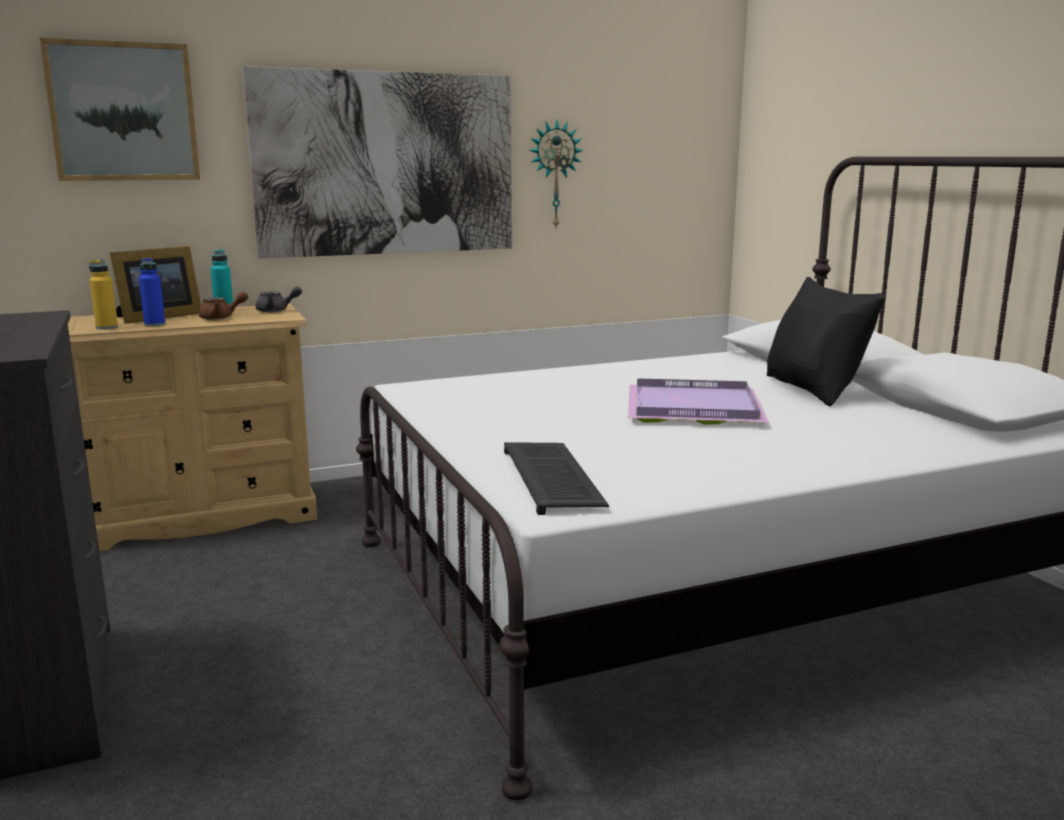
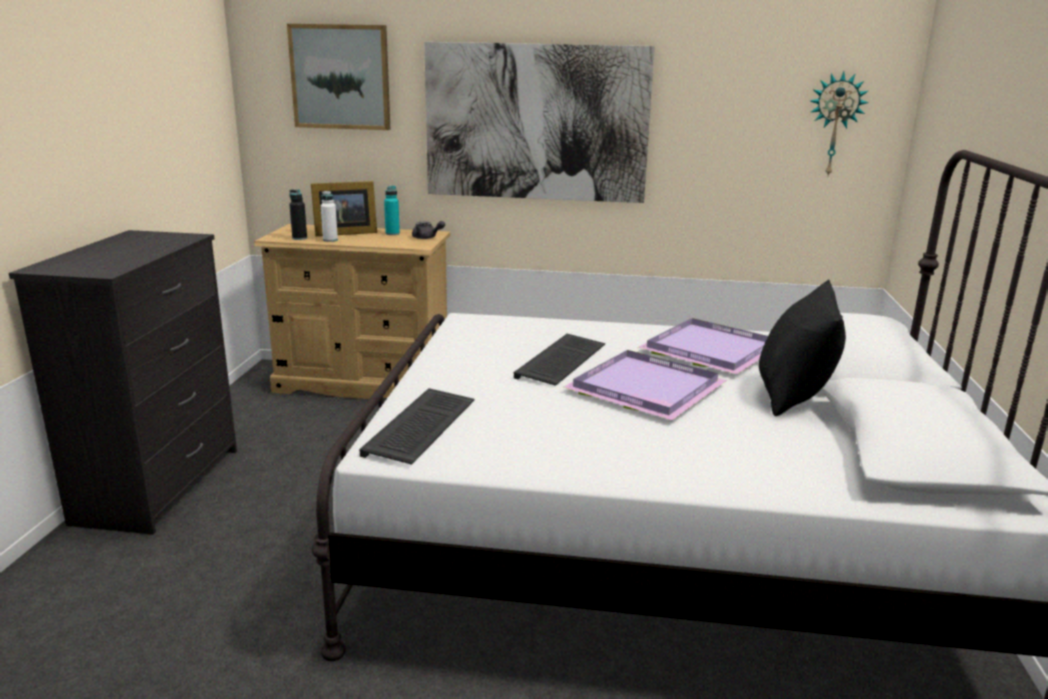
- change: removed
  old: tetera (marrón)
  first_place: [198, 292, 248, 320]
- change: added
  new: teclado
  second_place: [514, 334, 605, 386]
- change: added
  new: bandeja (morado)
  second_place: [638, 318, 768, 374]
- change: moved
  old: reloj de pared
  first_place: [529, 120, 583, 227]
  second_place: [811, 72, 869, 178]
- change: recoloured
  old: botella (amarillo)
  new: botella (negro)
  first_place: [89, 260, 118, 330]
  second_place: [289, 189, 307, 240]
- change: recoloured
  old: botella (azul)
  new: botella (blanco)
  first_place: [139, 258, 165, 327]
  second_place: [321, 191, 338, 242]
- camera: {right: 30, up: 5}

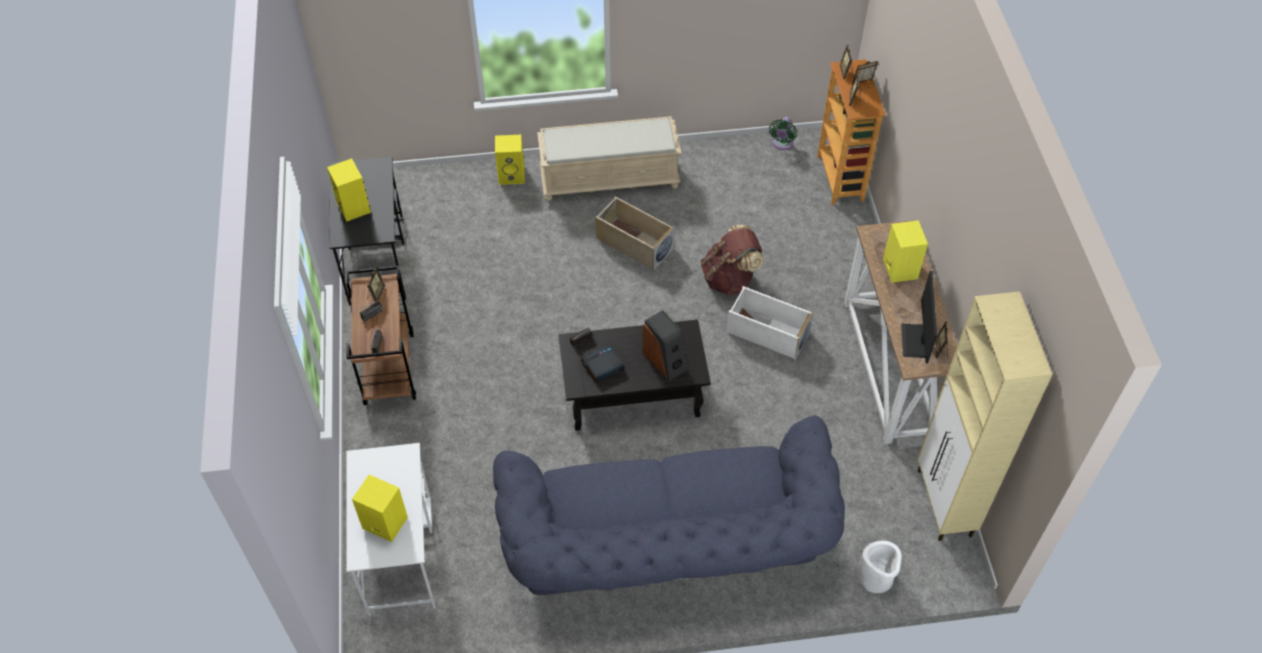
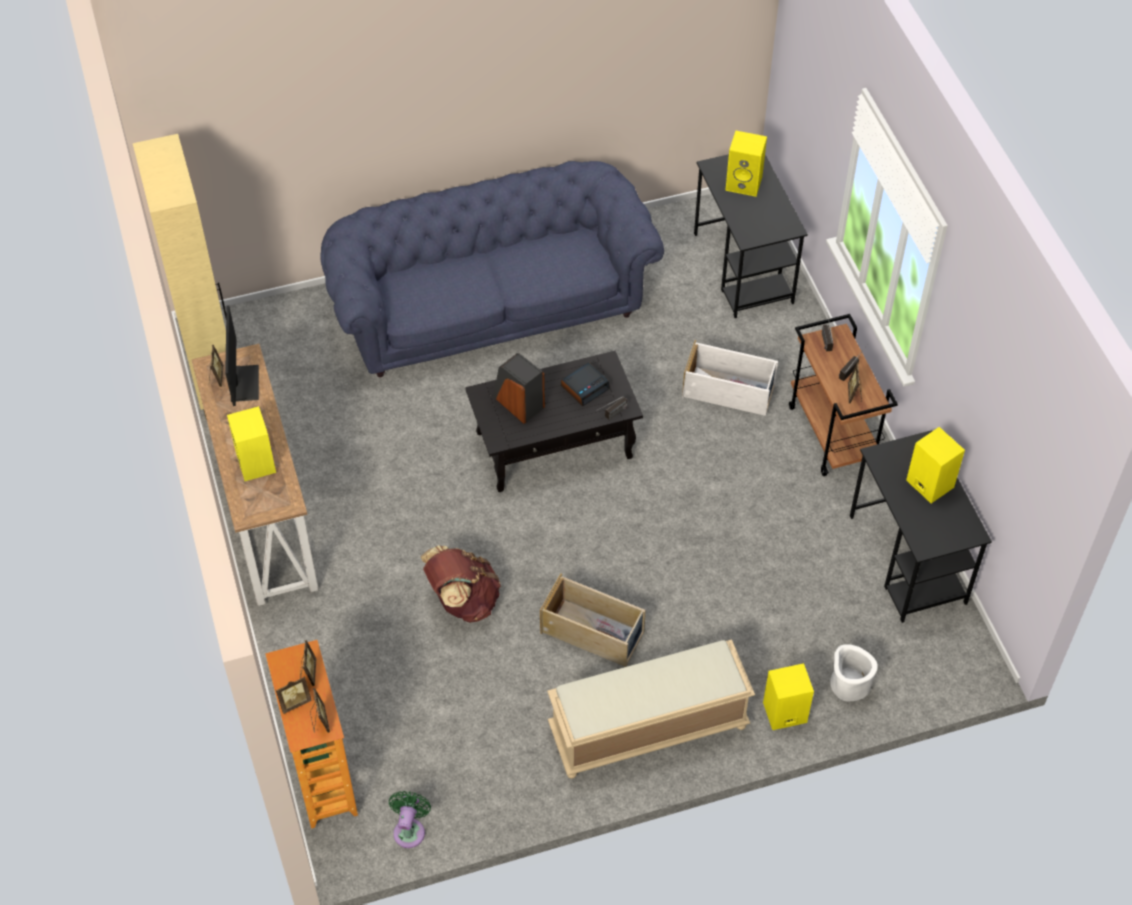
- change: moved
  old: caja de almacenaje (blanco)
  first_place: [726, 286, 814, 361]
  second_place: [682, 340, 778, 416]
- change: moved
  old: maceta (blanco)
  first_place: [858, 541, 902, 593]
  second_place: [830, 644, 878, 702]
- change: recoloured
  old: escritorio (blanco)
  new: escritorio (negro)
  first_place: [346, 443, 436, 616]
  second_place: [694, 154, 808, 318]
- camera: {right: 170, up: 0}

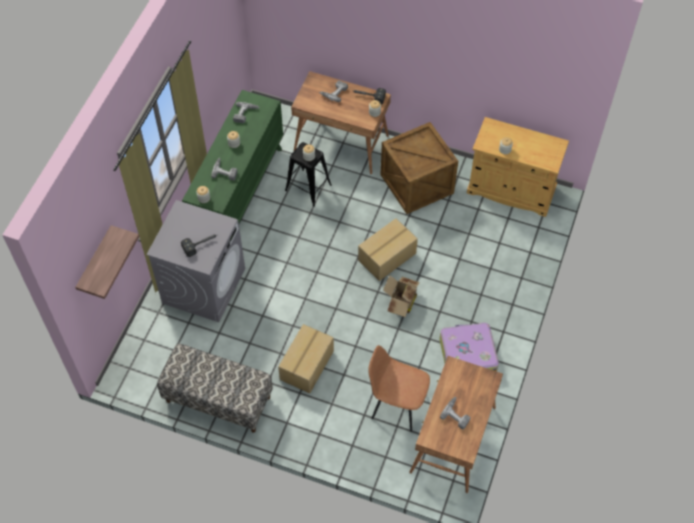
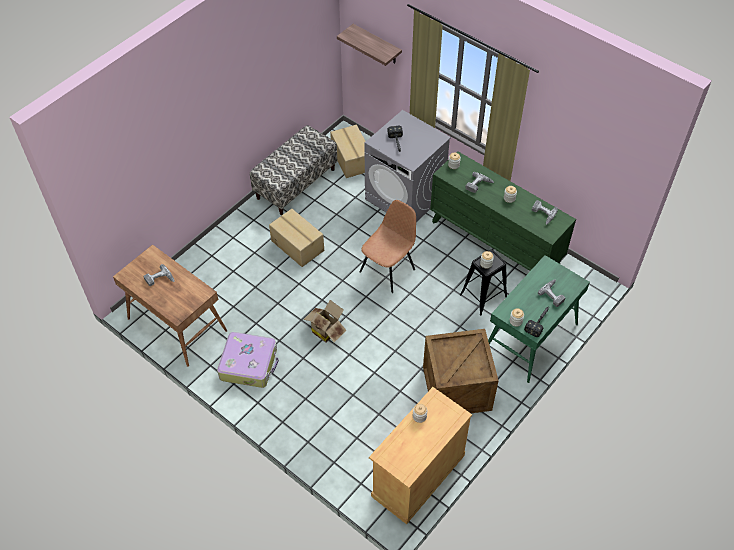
- change: moved
  old: caja de cartón
  first_place: [358, 218, 418, 281]
  second_place: [330, 125, 366, 178]
- change: moved
  old: silla (marrón)
  first_place: [368, 345, 430, 432]
  second_place: [360, 200, 416, 293]
- change: recoloured
  old: escritorio (marrón)
  new: escritorio (verde)
  first_place: [291, 71, 391, 174]
  second_place: [488, 255, 590, 383]
- camera: {right: 110, up: -5}

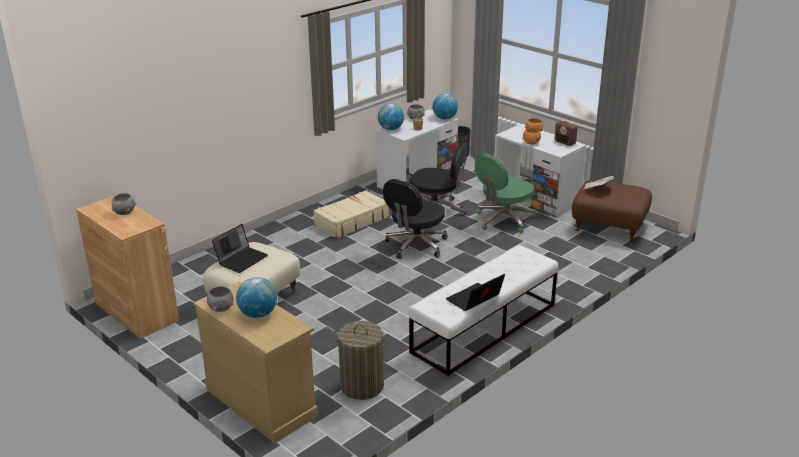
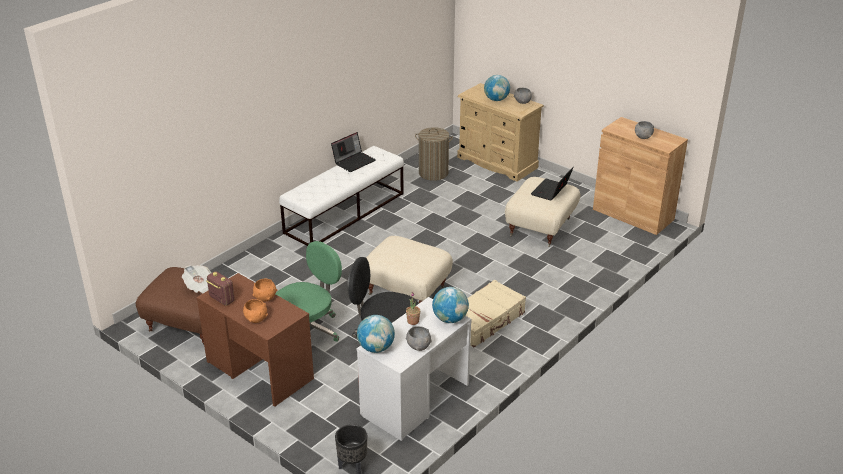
- change: replaced
  old: silla de oficina (negro)
  new: puf (beis)
  first_place: [383, 179, 448, 259]
  second_place: [366, 236, 453, 303]
- change: recoloured
  old: escritorio (blanco)
  new: escritorio (marrón)
  first_place: [494, 124, 586, 218]
  second_place: [197, 273, 314, 407]
- camera: {right: 175, up: 5}

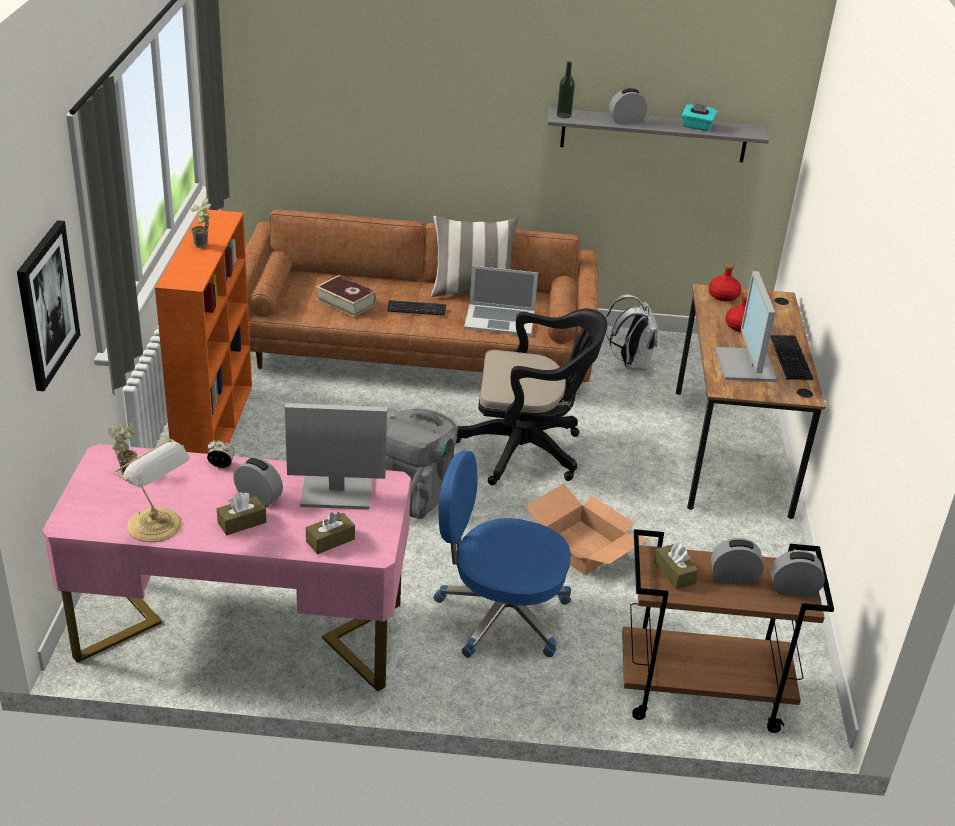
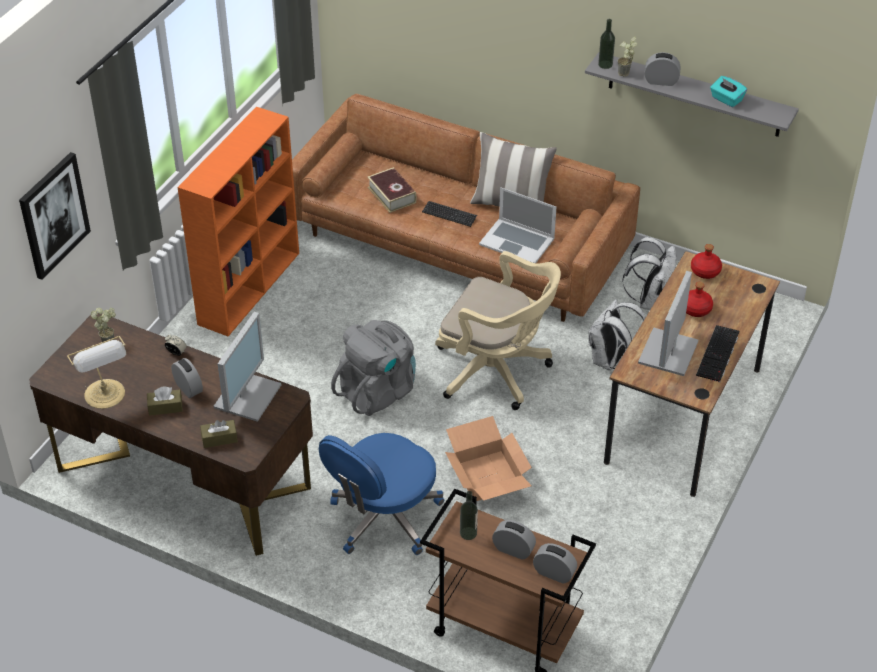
- change: added
  new: mochila (blanco)
  second_place: [588, 299, 645, 370]
- change: moved
  old: planta en maceta
  first_place: [191, 198, 211, 248]
  second_place: [618, 36, 637, 77]
- change: replaced
  old: caja de pañuelos (marrón)
  new: botella
  first_place: [654, 542, 698, 589]
  second_place: [460, 491, 478, 540]
- change: recoloured
  old: escritorio (rosa)
  new: escritorio (marrón)
  first_place: [42, 444, 411, 692]
  second_place: [29, 313, 313, 556]
- change: recoloured
  old: silla de oficina (negro)
  new: silla de oficina (beis)
  first_place: [456, 308, 607, 485]
  second_place: [435, 251, 561, 410]
- change: turned
  old: monitor
  first_place: [285, 403, 387, 509]
  second_place: [213, 312, 281, 422]
  degrees: 90
- change: turned
  old: silla de oficina (azul)
  first_place: [433, 450, 571, 658]
  second_place: [318, 433, 444, 555]
  degrees: -90
- camera: {right: 25, up: 10}

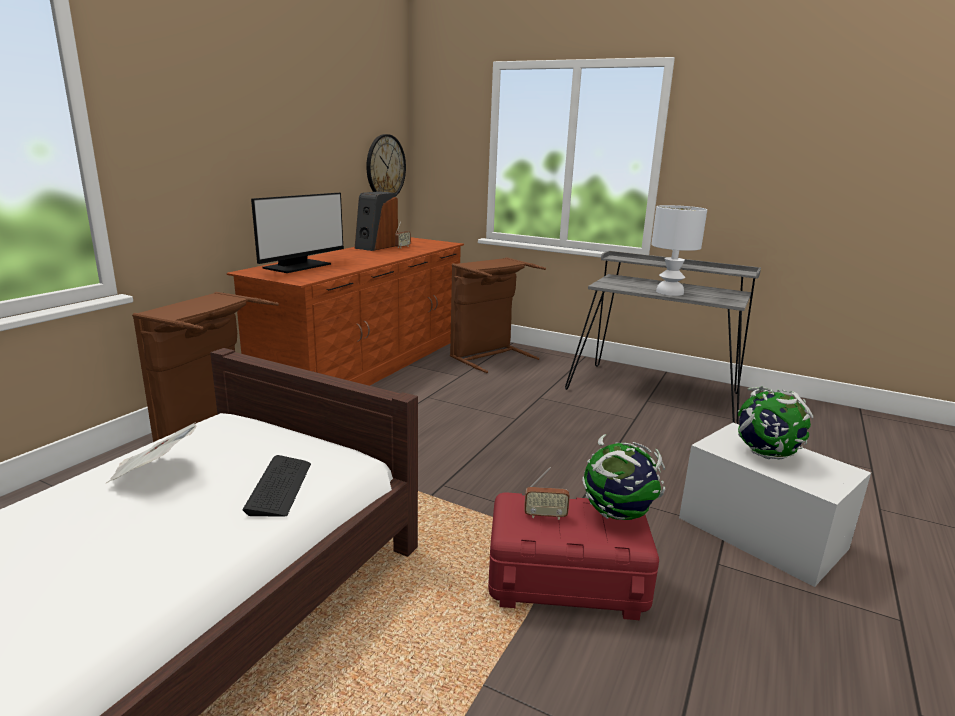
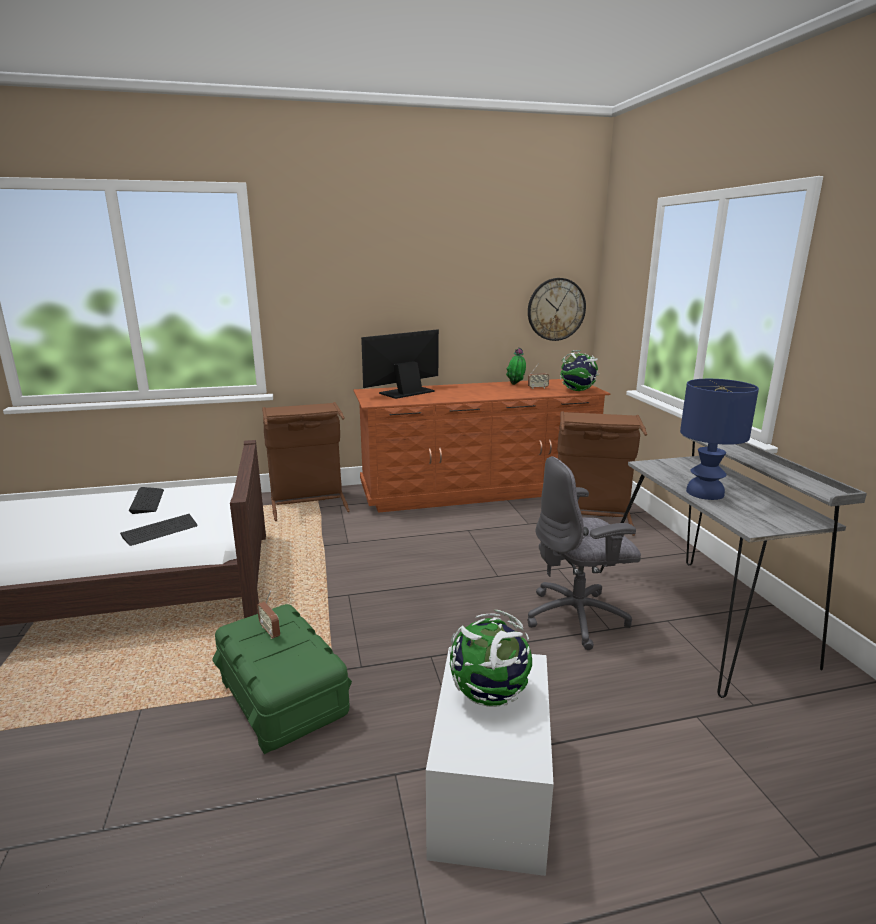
- change: added
  new: silla de oficina (gris)
  second_place: [527, 456, 641, 650]
- change: moved
  old: globo terráqueo
  first_place: [582, 434, 665, 520]
  second_place: [560, 350, 599, 391]
- change: replaced
  old: periódico
  new: teclado
  first_place: [105, 422, 197, 484]
  second_place: [129, 487, 164, 514]
- change: replaced
  old: altavoz
  new: planta en maceta
  first_place: [355, 191, 398, 251]
  second_place: [506, 347, 526, 385]
- change: recoloured
  old: caja de almacenaje (rojo)
  new: caja de almacenaje (verde)
  first_place: [488, 492, 659, 620]
  second_place: [212, 604, 352, 754]
- change: recoloured
  old: lámpara de mesa (blanco)
  new: lámpara de mesa (azul)
  first_place: [651, 205, 707, 296]
  second_place: [680, 379, 759, 500]
- change: turned
  old: monitor
  first_place: [251, 193, 344, 273]
  second_place: [361, 329, 439, 399]
  degrees: 150
- camera: {right: 50, up: 0}

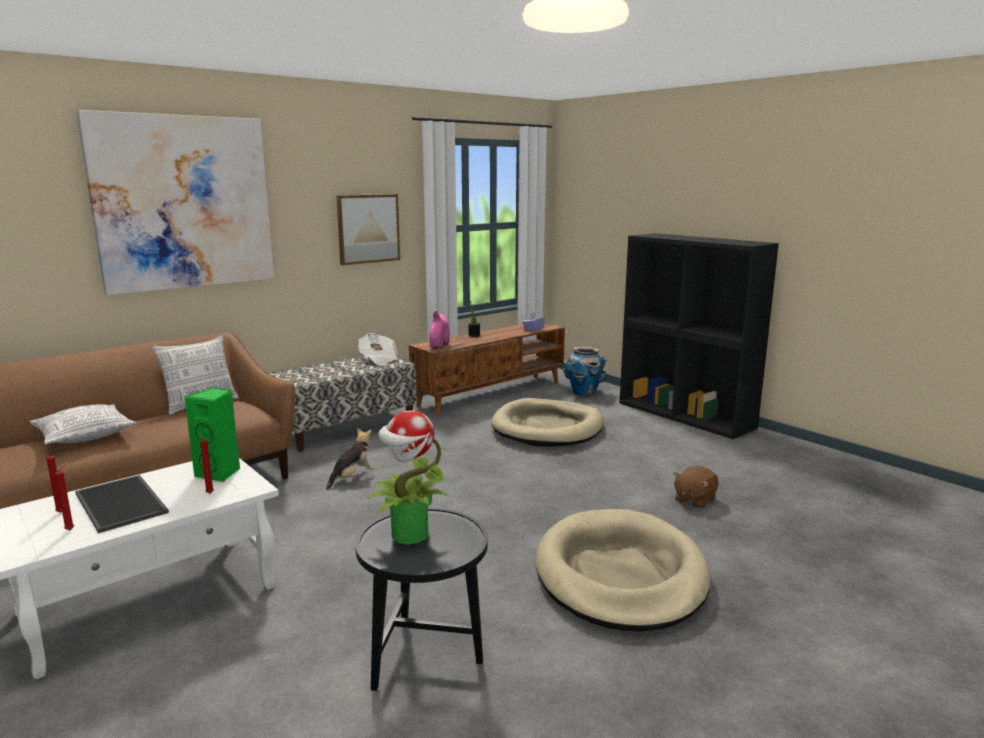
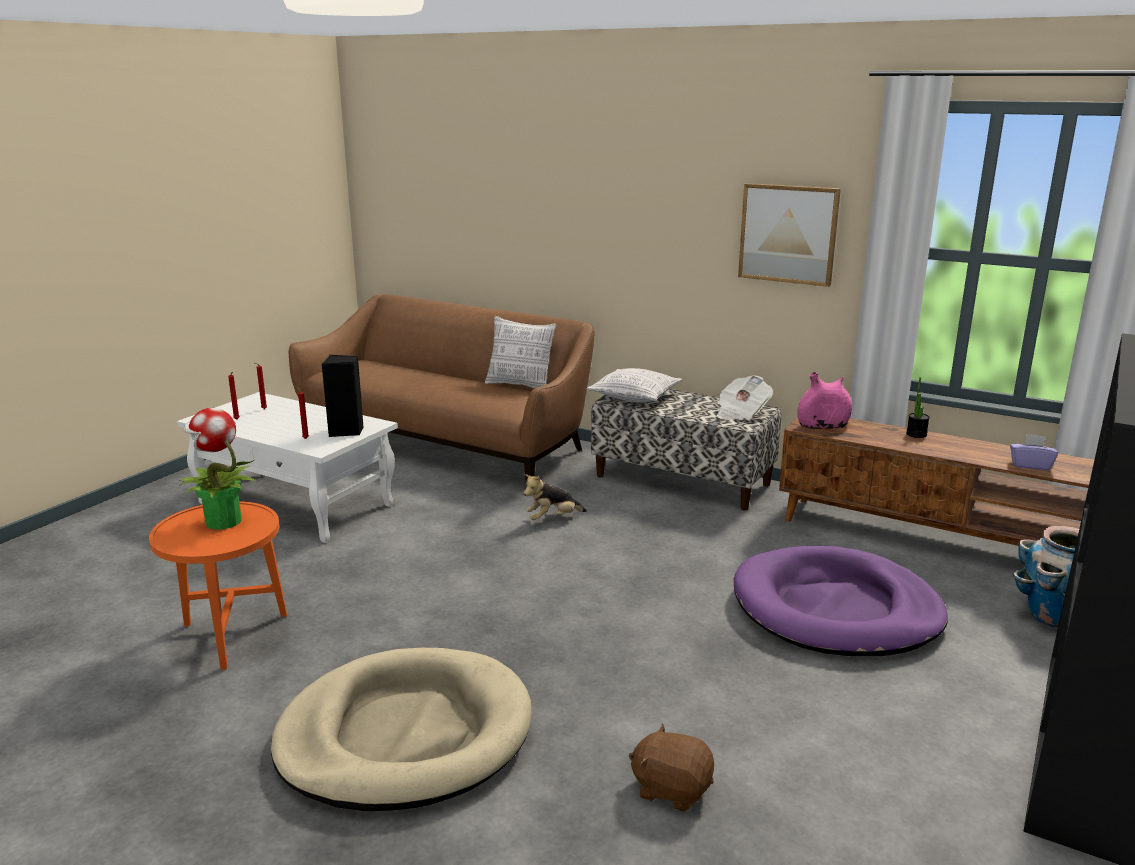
- change: removed
  old: bandeja
  first_place: [75, 475, 169, 533]
- change: removed
  old: cuadro
  first_place: [76, 110, 274, 295]
- change: moved
  old: cojín
  first_place: [29, 404, 137, 444]
  second_place: [587, 368, 682, 403]
- change: recoloured
  old: altavoz (verde)
  new: altavoz (negro)
  first_place: [184, 388, 240, 482]
  second_place: [322, 355, 364, 437]
- change: recoloured
  old: mesa auxiliar (negro)
  new: mesa auxiliar (naranja)
  first_place: [355, 508, 488, 691]
  second_place: [149, 501, 287, 670]
- change: recoloured
  old: cama para perro (beis)
  new: cama para perro (morado)
  first_place: [491, 398, 604, 447]
  second_place: [734, 546, 948, 656]
- change: turned
  old: peluche
  first_place: [326, 428, 375, 490]
  second_place: [524, 474, 587, 520]
  degrees: 135
- camera: {right: 70, up: 5}

